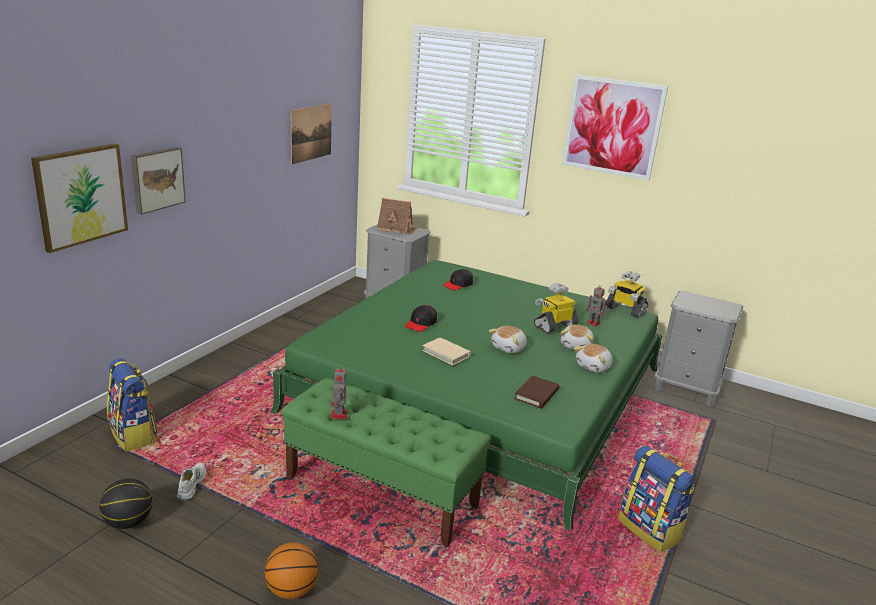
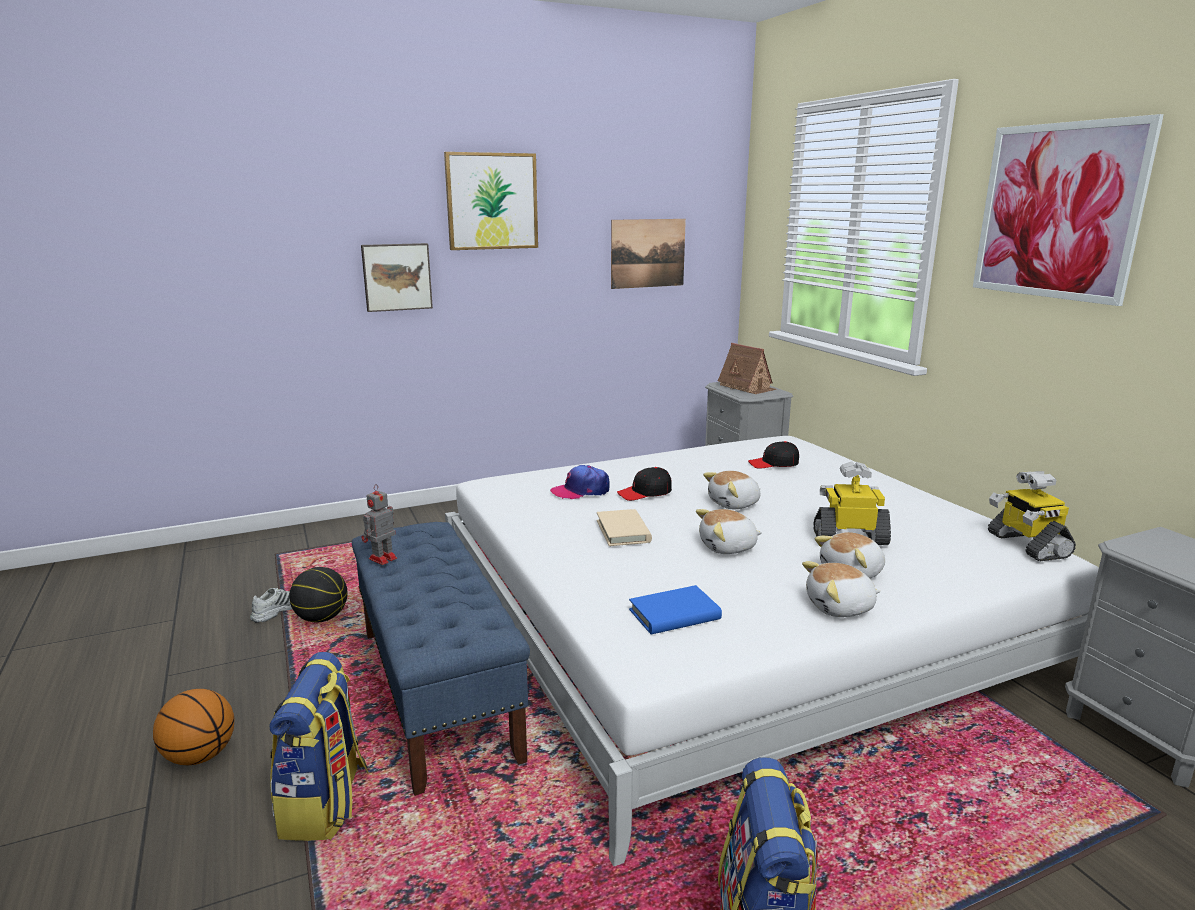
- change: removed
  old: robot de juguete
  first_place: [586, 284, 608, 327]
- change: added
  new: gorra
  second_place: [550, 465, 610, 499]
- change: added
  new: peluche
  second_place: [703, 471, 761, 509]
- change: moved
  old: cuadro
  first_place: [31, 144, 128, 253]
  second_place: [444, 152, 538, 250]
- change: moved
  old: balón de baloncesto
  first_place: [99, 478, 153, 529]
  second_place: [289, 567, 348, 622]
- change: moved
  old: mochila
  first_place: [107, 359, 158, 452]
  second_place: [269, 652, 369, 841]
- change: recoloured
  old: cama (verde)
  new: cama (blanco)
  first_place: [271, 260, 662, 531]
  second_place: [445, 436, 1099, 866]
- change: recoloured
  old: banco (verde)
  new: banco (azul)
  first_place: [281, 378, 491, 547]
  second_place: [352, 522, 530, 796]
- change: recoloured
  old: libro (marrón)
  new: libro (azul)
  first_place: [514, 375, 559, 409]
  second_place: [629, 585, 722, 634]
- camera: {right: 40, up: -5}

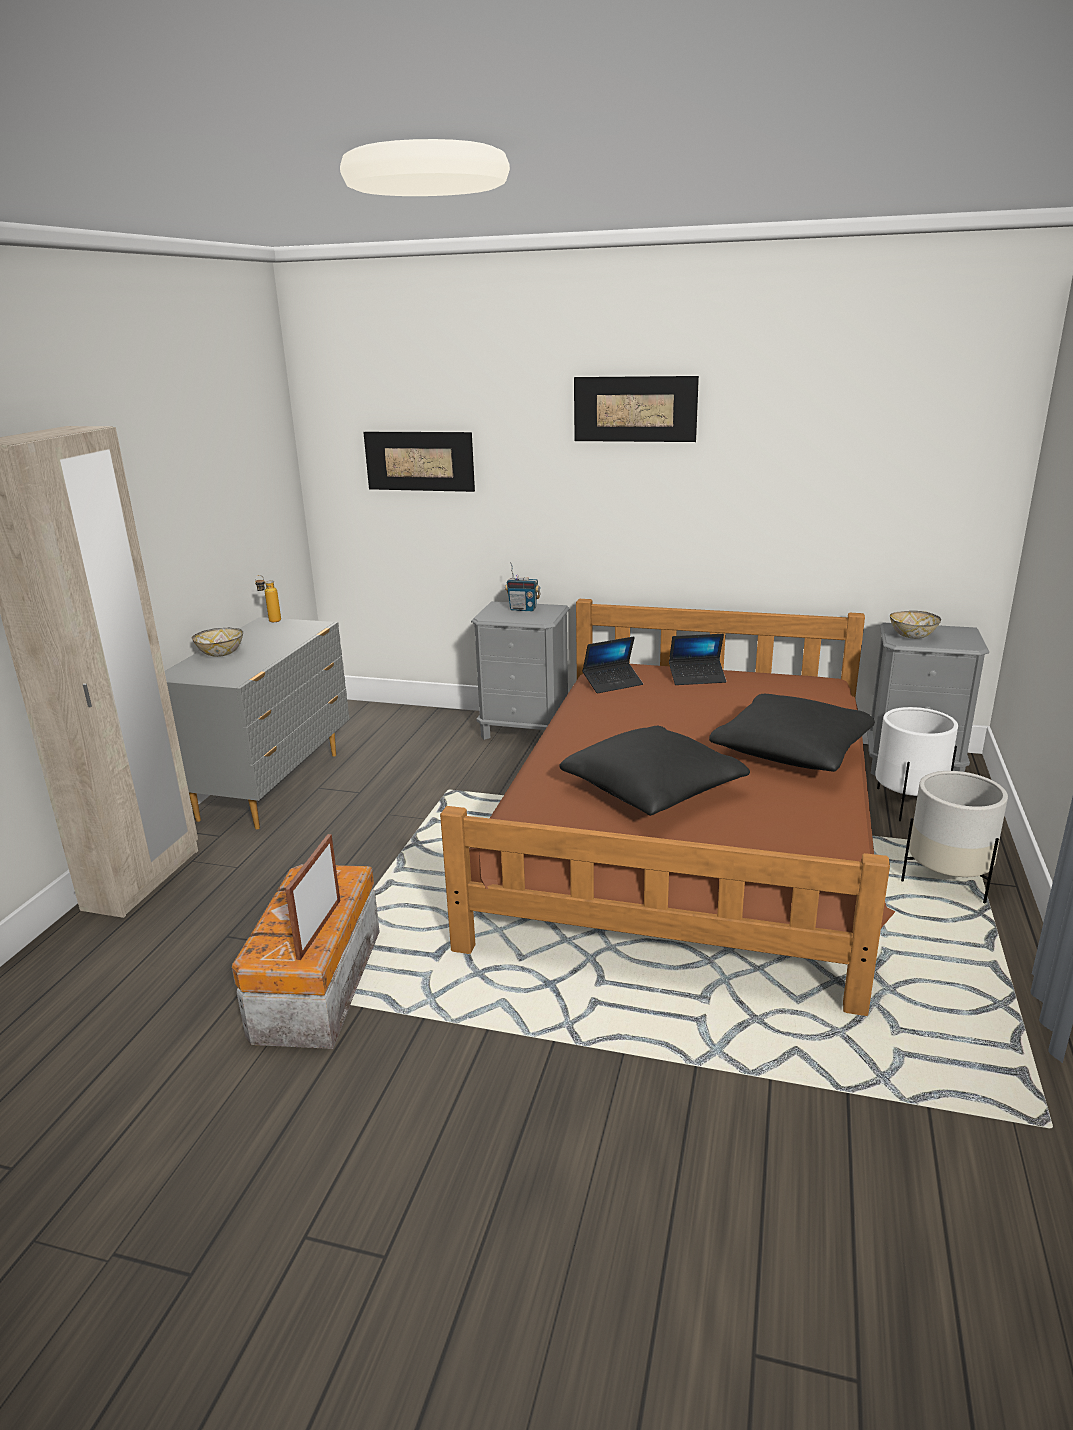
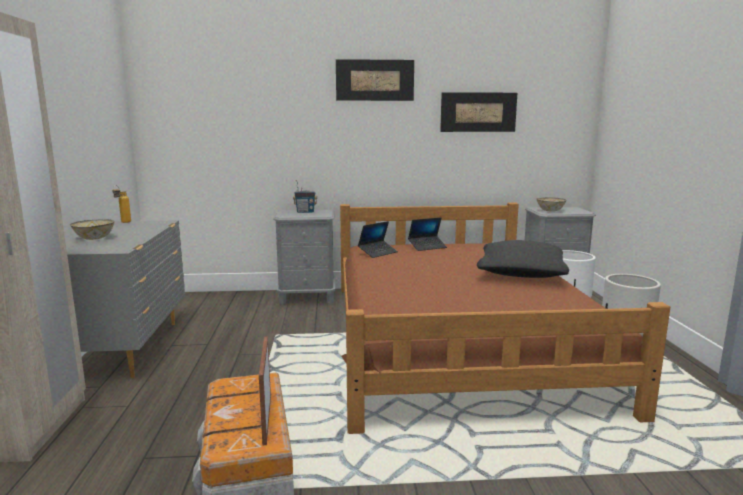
- change: removed
  old: cojín (negro)
  first_place: [559, 726, 750, 816]
- change: moved
  old: cuadro
  first_place: [363, 432, 475, 492]
  second_place: [440, 92, 517, 132]
- camera: {right: -20, up: -10}

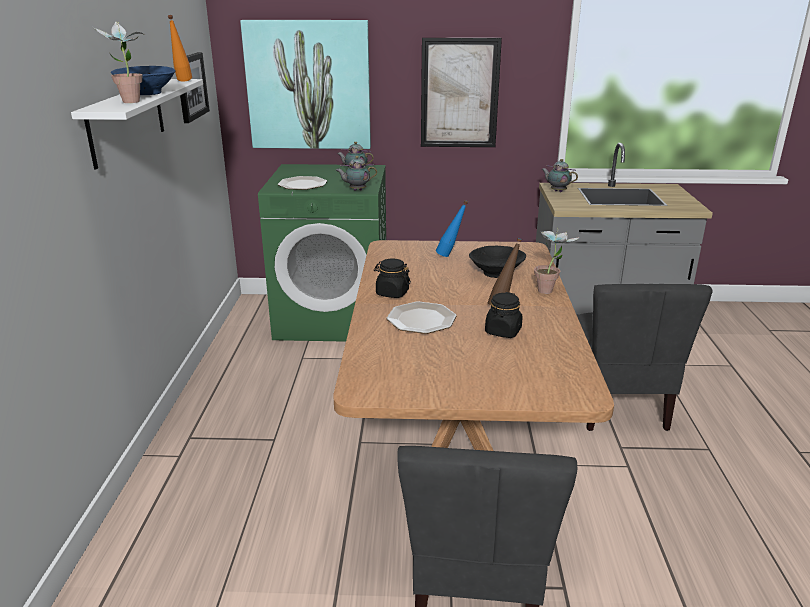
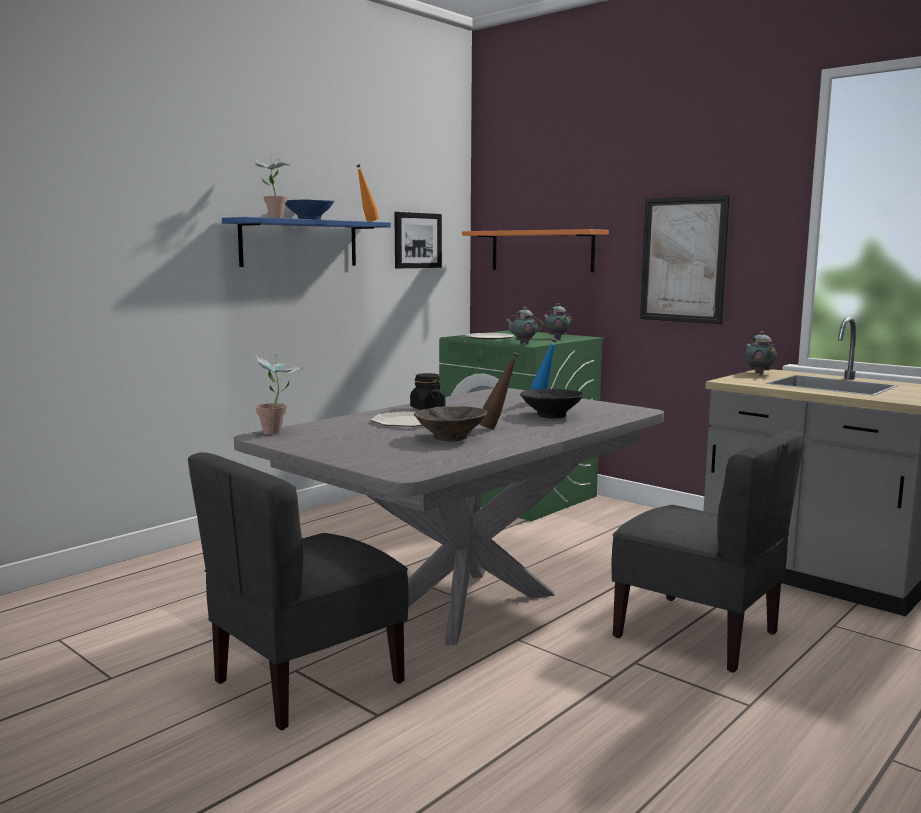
- change: moved
  old: planta en maceta
  first_place: [534, 228, 579, 294]
  second_place: [255, 354, 305, 435]
- change: replaced
  old: cuadro
  new: estante (naranja)
  first_place: [240, 20, 371, 149]
  second_place: [462, 229, 609, 272]
- change: replaced
  old: tarro (negro)
  new: cuenco (marrón)
  first_place: [485, 292, 523, 338]
  second_place: [414, 406, 488, 441]
- change: recoloured
  old: estante (blanco)
  new: estante (azul)
  first_place: [71, 79, 203, 169]
  second_place: [222, 217, 391, 267]
- change: recoloured
  old: mesa de comedor (marrón)
  new: mesa de comedor (gris)
  first_place: [334, 240, 614, 451]
  second_place: [234, 388, 664, 645]
- change: turned
  old: silla (gris)
  first_place: [577, 284, 713, 431]
  second_place: [611, 430, 805, 673]
  degrees: -90
- camera: {right: 40, up: -15}

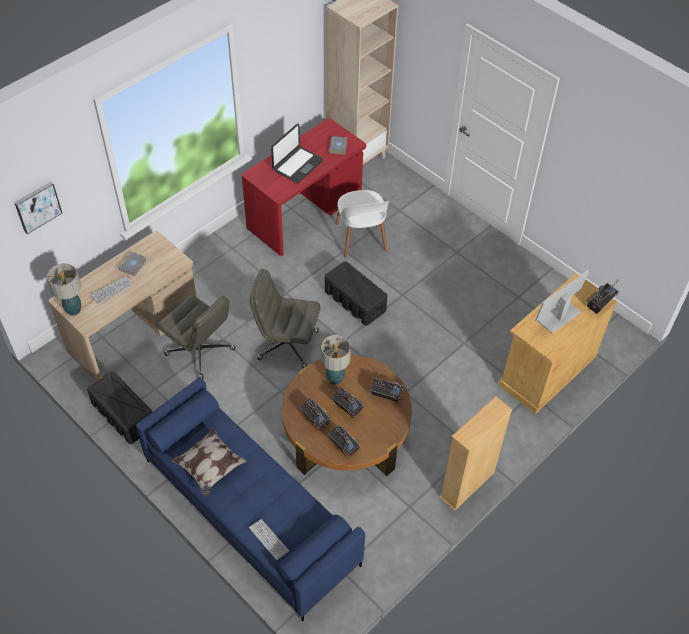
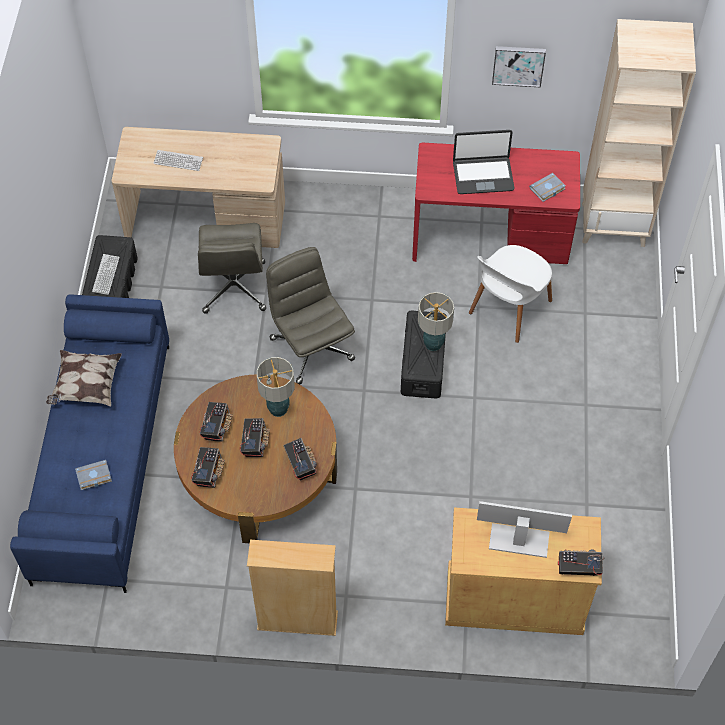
- change: moved
  old: cuadro
  first_place: [15, 182, 62, 234]
  second_place: [492, 46, 546, 88]
- change: moved
  old: lámpara de mesa
  first_place: [47, 263, 81, 316]
  second_place: [418, 292, 454, 351]
- change: moved
  old: libro (gris)
  first_place: [119, 252, 147, 276]
  second_place: [75, 460, 112, 490]
- change: moved
  old: teclado
  first_place: [249, 519, 289, 560]
  second_place: [92, 254, 120, 295]
- camera: {right: 50, up: 5}

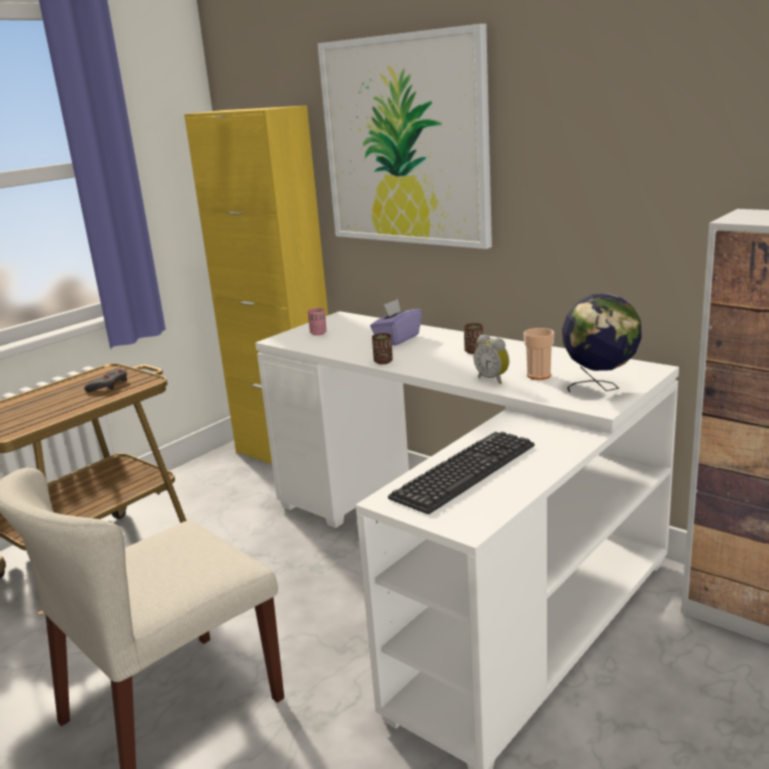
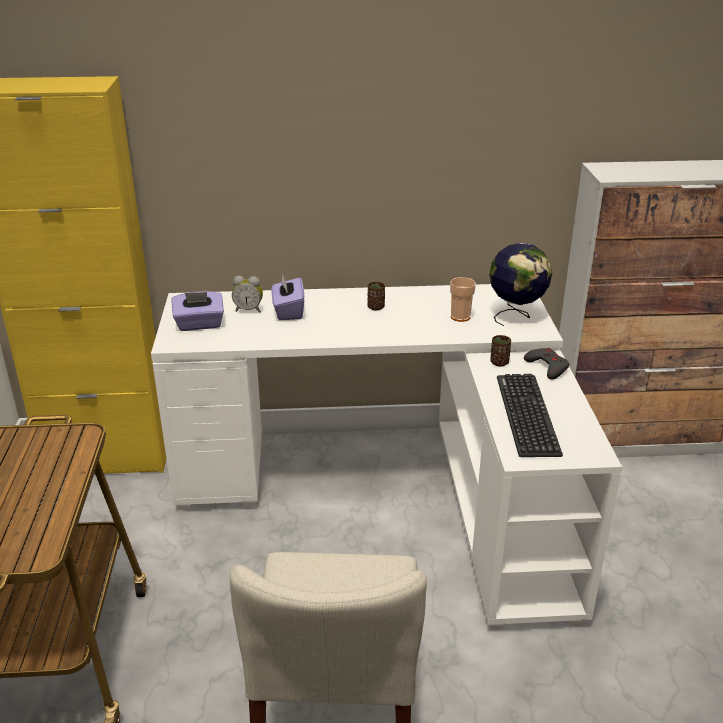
- change: removed
  old: cuadro
  first_place: [318, 24, 492, 249]
- change: moved
  old: mando de consola (gris)
  first_place: [84, 369, 127, 392]
  second_place: [524, 348, 569, 380]
- change: moved
  old: taza (marrón)
  first_place: [372, 333, 393, 364]
  second_place: [491, 335, 511, 366]
- change: moved
  old: despertador
  first_place: [474, 334, 509, 384]
  second_place: [232, 276, 263, 313]
- change: replaced
  old: taza (rosa)
  new: caja de pañuelos (morado)
  first_place: [308, 308, 327, 335]
  second_place: [171, 291, 224, 331]
- camera: {right: -45, up: 10}

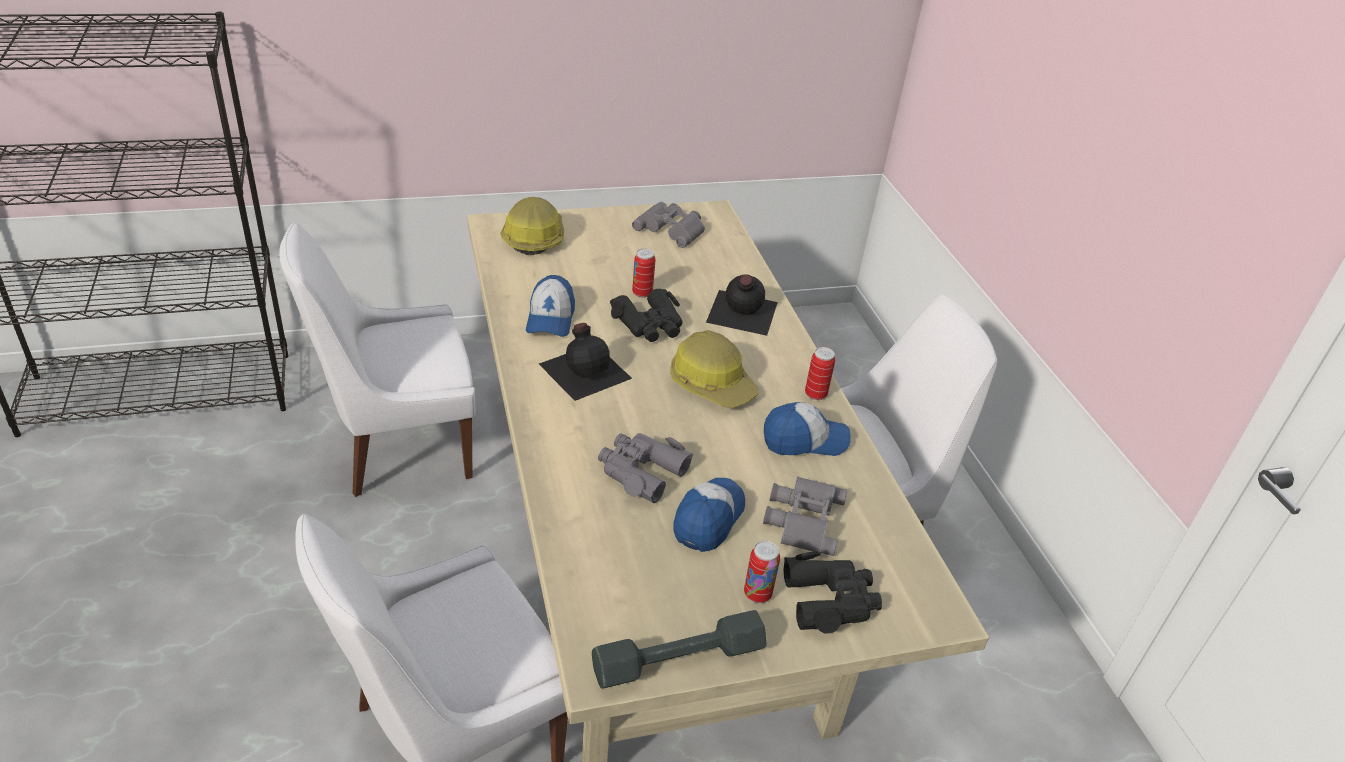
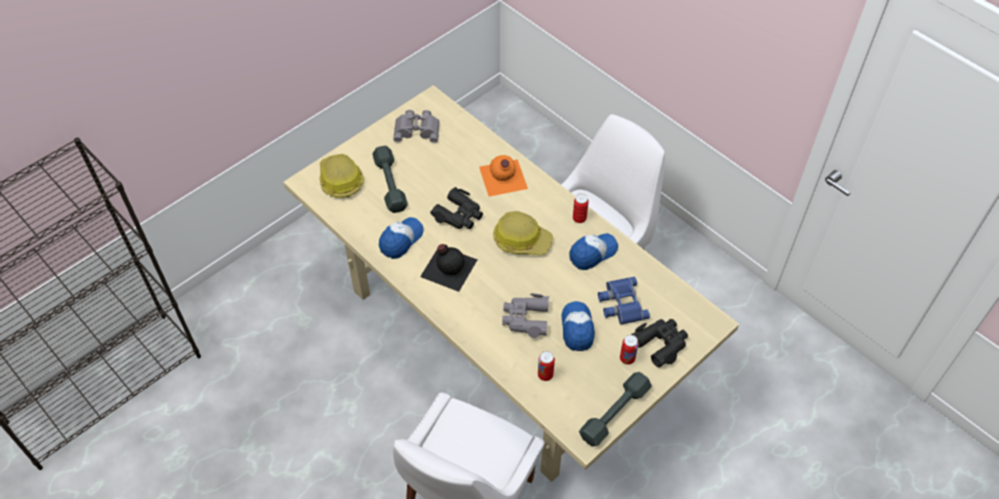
- change: removed
  old: silla (blanco)
  first_place: [279, 222, 475, 497]
- change: added
  new: mancuerna (gris)
  second_place: [372, 146, 408, 213]
- change: moved
  old: lata
  first_place: [632, 248, 656, 298]
  second_place: [538, 351, 555, 381]
- change: recoloured
  old: botella (negro)
  new: botella (naranja)
  first_place: [706, 274, 778, 336]
  second_place: [479, 155, 528, 197]
- change: recoloured
  old: prismáticos (gris)
  new: prismáticos (azul)
  first_place: [763, 476, 847, 556]
  second_place: [598, 277, 650, 325]
- change: turned
  old: gorra
  first_place: [526, 275, 575, 337]
  second_place: [379, 217, 424, 259]
  degrees: -120
- camera: {right: -25, up: 15}

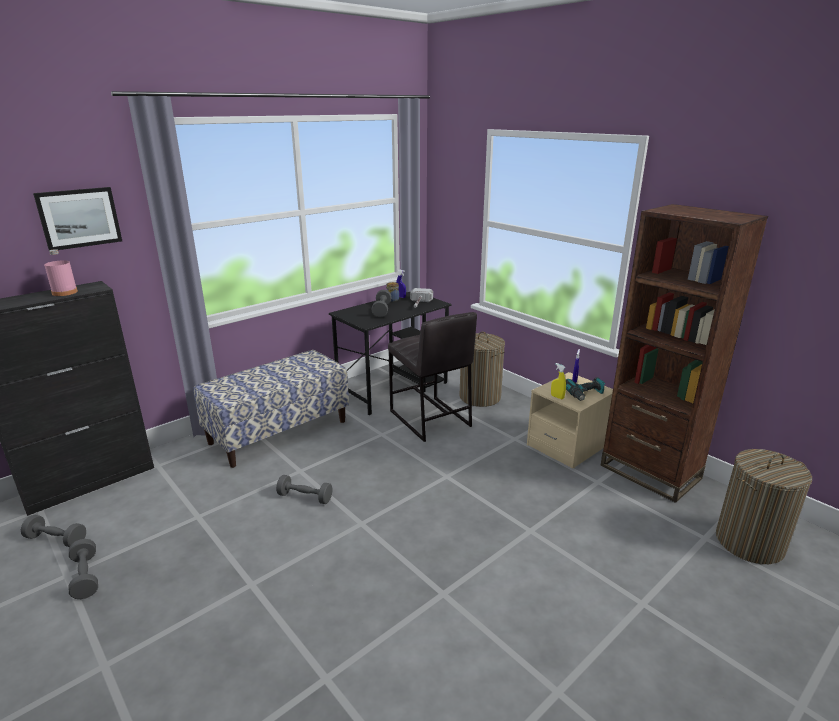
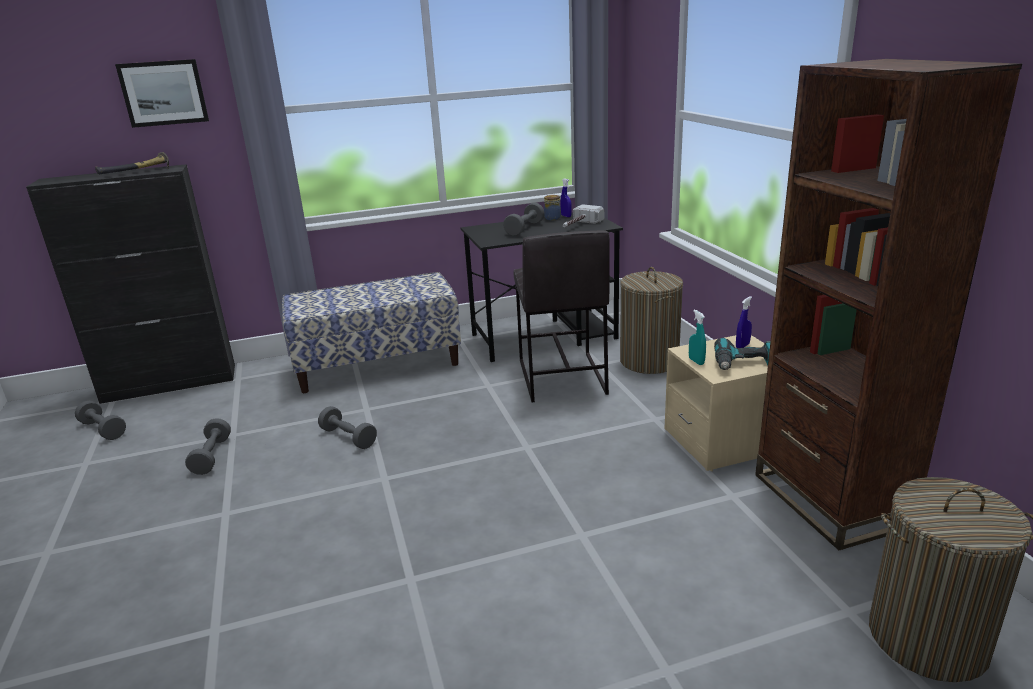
- change: moved
  old: mancuerna (gris)
  first_place: [69, 539, 98, 599]
  second_place: [185, 418, 231, 475]
- change: replaced
  old: botella (rosa)
  new: martillo
  first_place: [44, 249, 78, 296]
  second_place: [95, 152, 169, 174]
- change: recoloured
  old: pulverizador (amarillo)
  new: pulverizador (turquesa)
  first_place: [551, 363, 566, 399]
  second_place: [689, 309, 706, 365]
- camera: {right: 25, up: 0}

